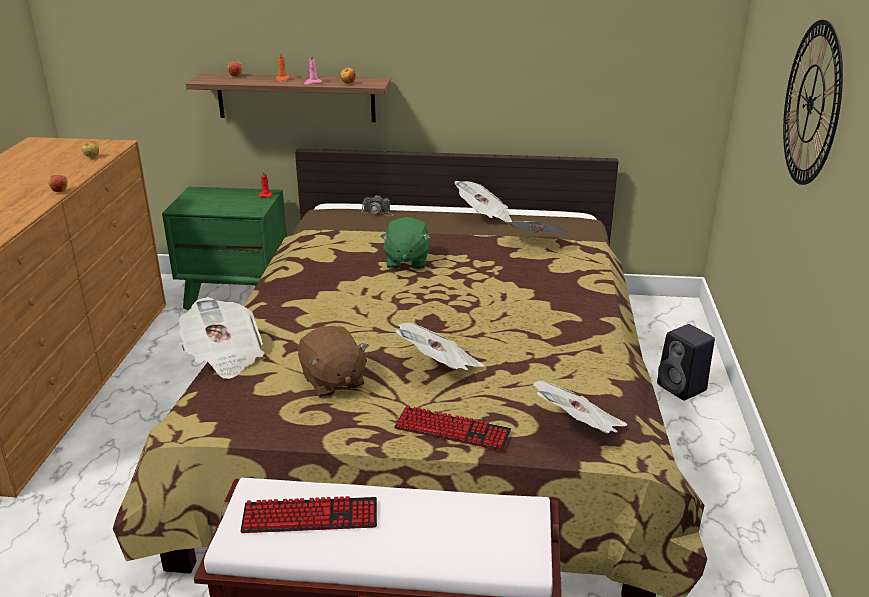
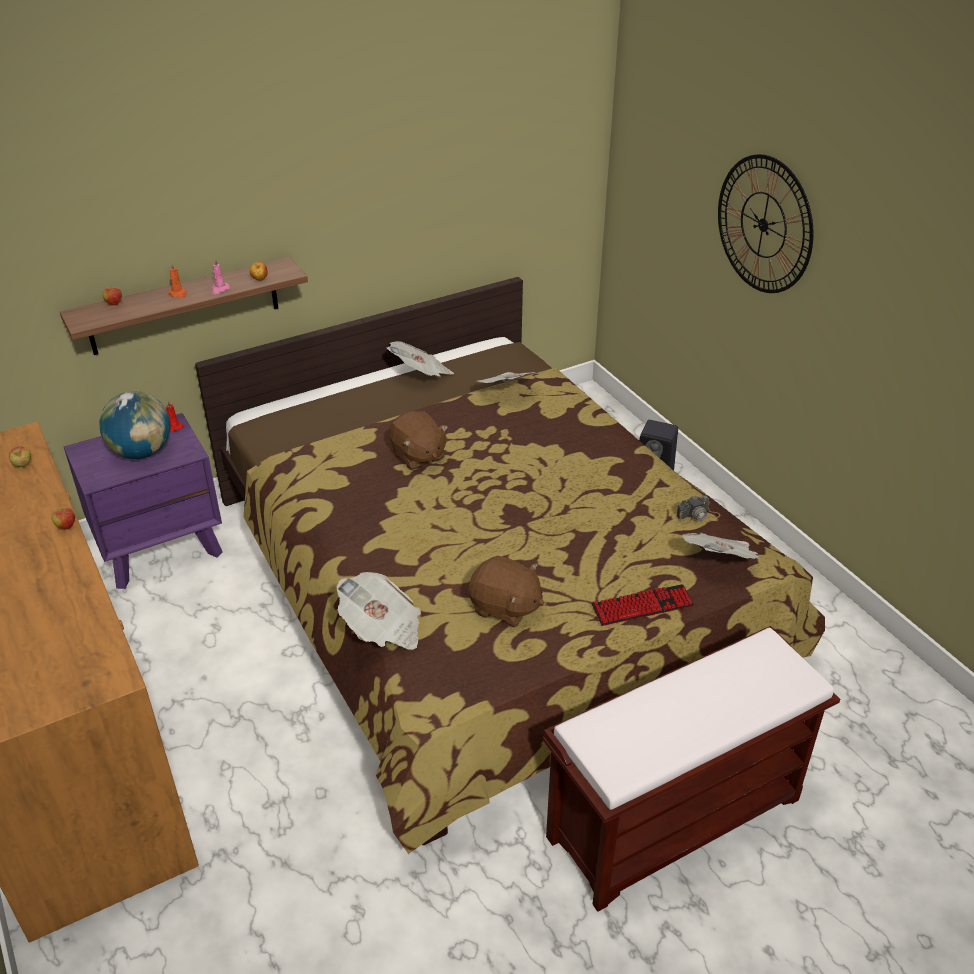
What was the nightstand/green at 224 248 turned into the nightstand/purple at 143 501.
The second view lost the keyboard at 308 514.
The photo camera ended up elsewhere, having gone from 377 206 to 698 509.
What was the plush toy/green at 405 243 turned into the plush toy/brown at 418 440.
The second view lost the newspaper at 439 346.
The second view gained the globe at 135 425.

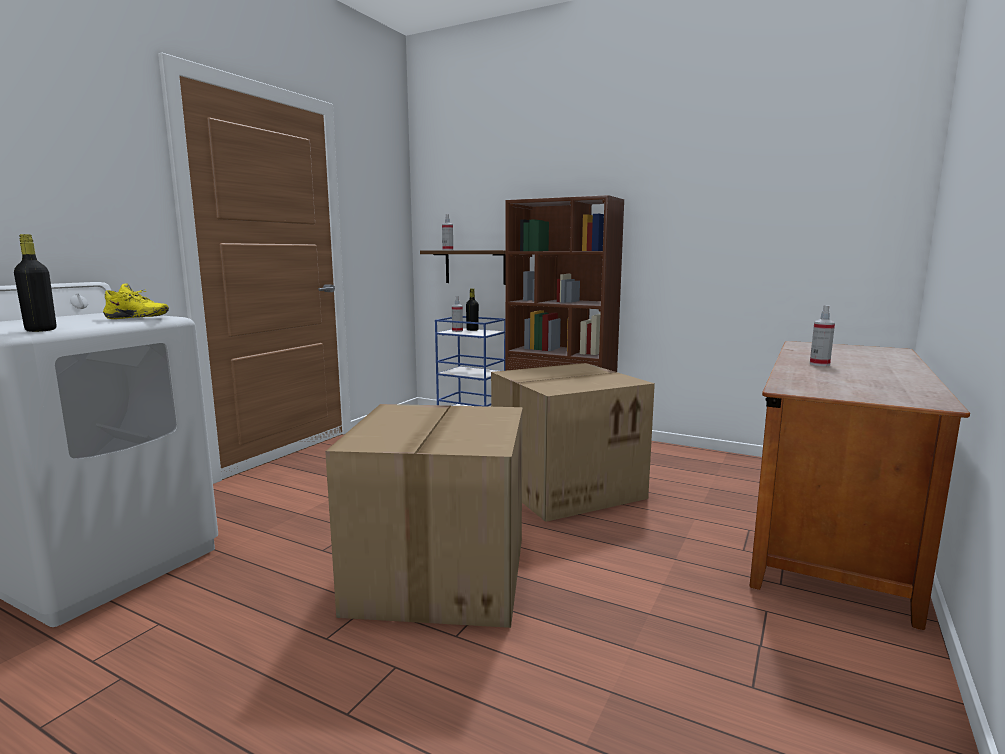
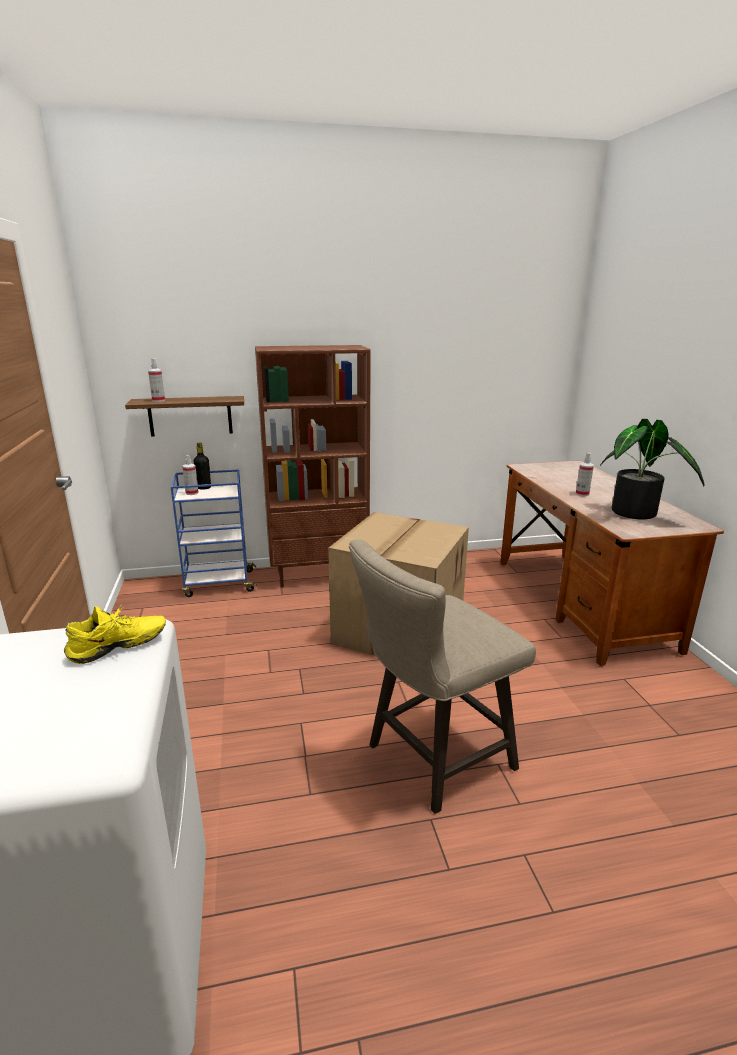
The second view lost the bottle/black at 35 283.
Where the cardboard box stood at 424 516, the stool/beige came to stand at 442 676.
The second view gained the potted plant at 652 469.

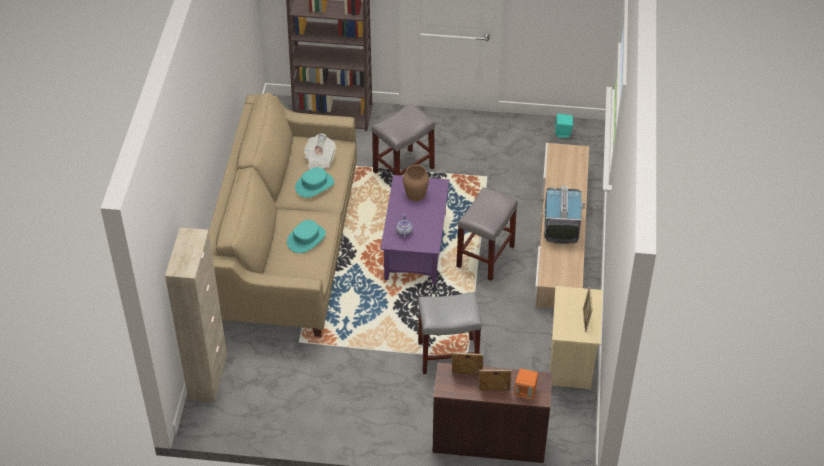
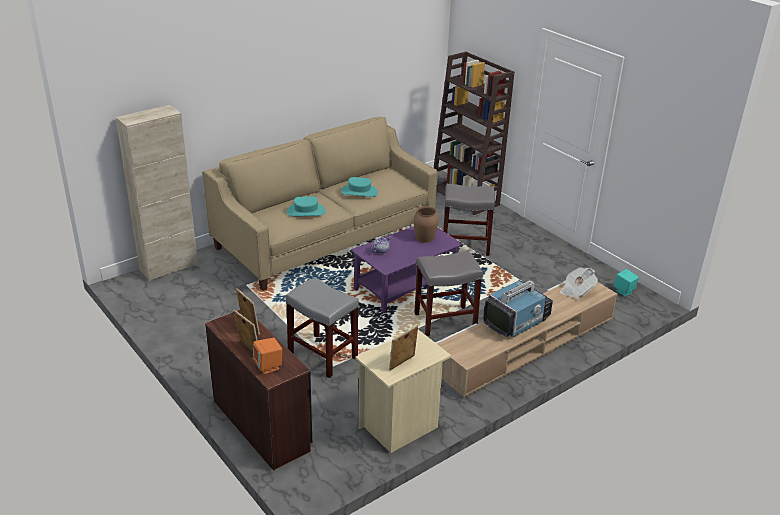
The newspaper ended up elsewhere, having gone from 320 151 to 579 283.

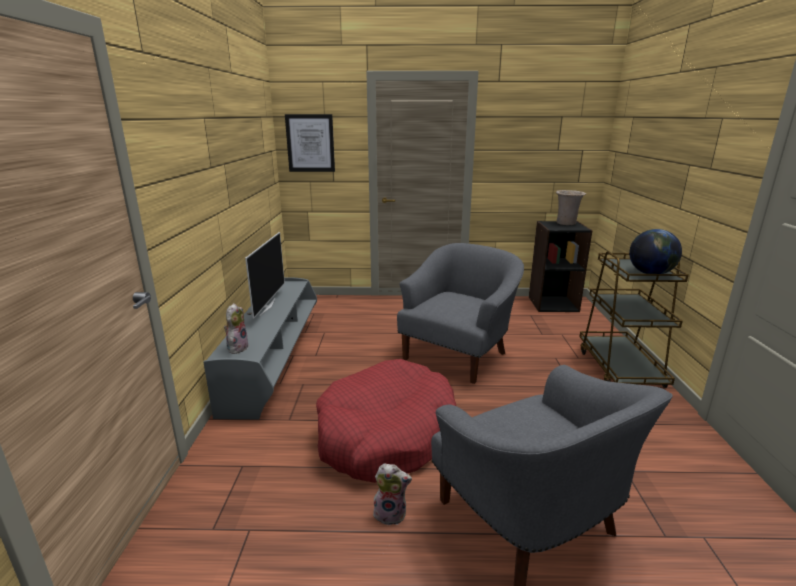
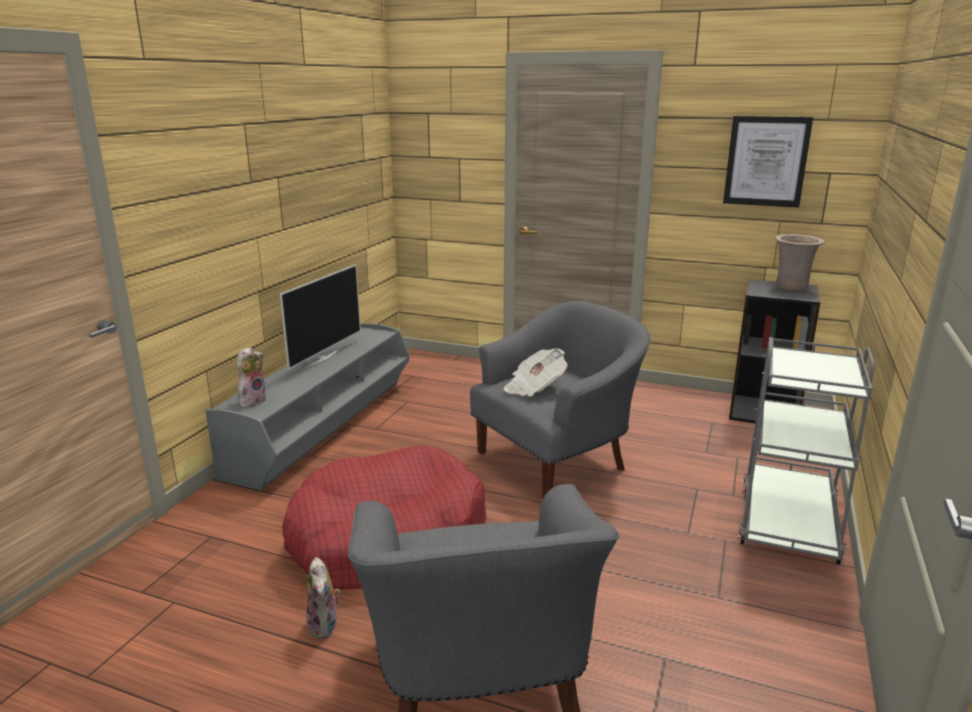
The picture ended up elsewhere, having gone from 310 143 to 768 162.
The plush toy at 392 494 ended up facing another way, 45 degrees clockwise from before.
What was the cart/brown at 634 319 turned into the cart/grey at 806 450.
The second view lost the globe at 655 251.
The second view gained the newspaper at 535 373.

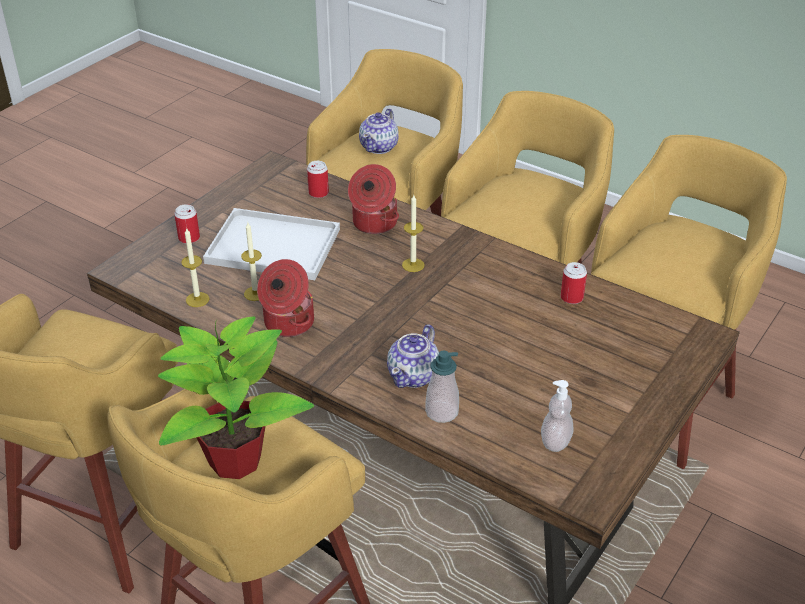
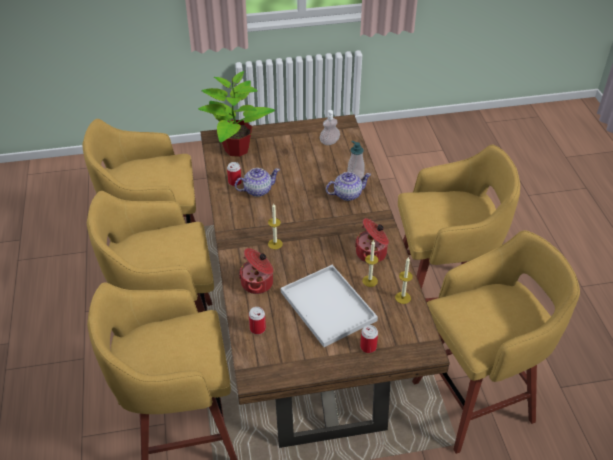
The potted plant ended up elsewhere, having gone from 236 397 to 236 114.
The teapot ended up elsewhere, having gone from 379 131 to 257 182.

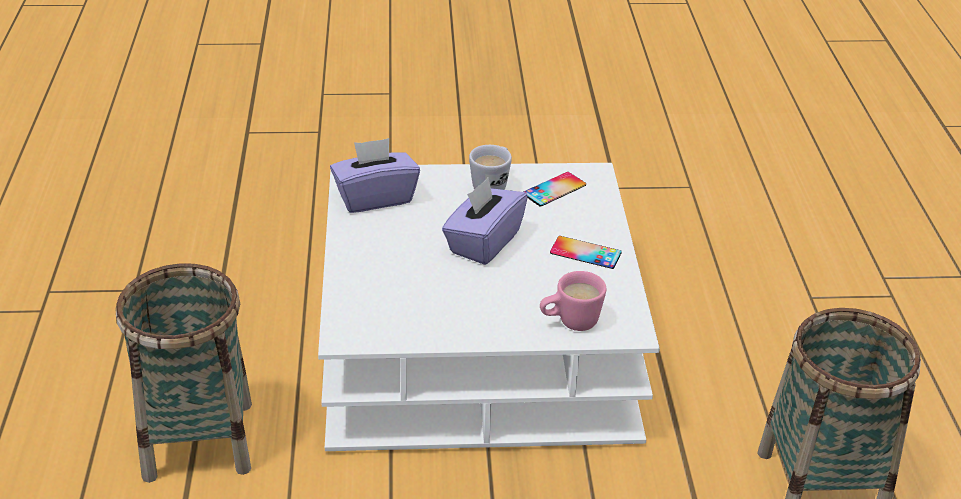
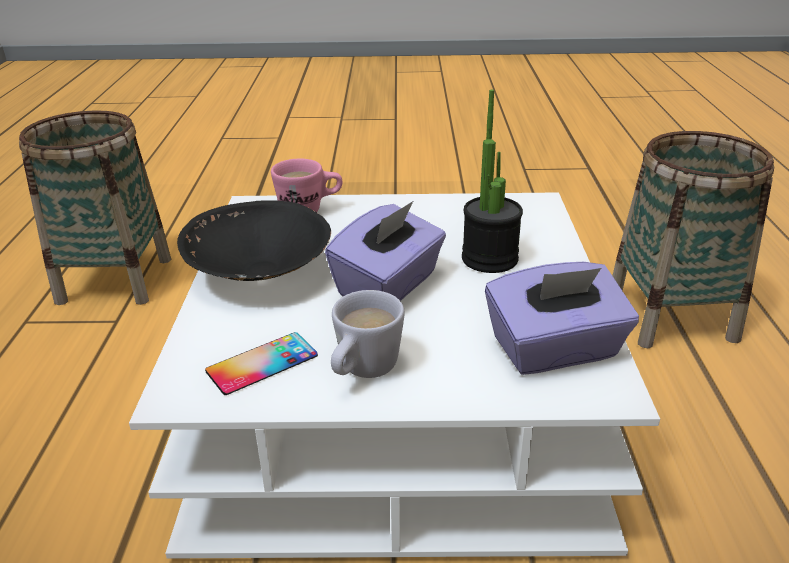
Where the phone stood at 586 252, the bowl/black came to stand at 254 240.
The second view gained the potted plant at 492 181.

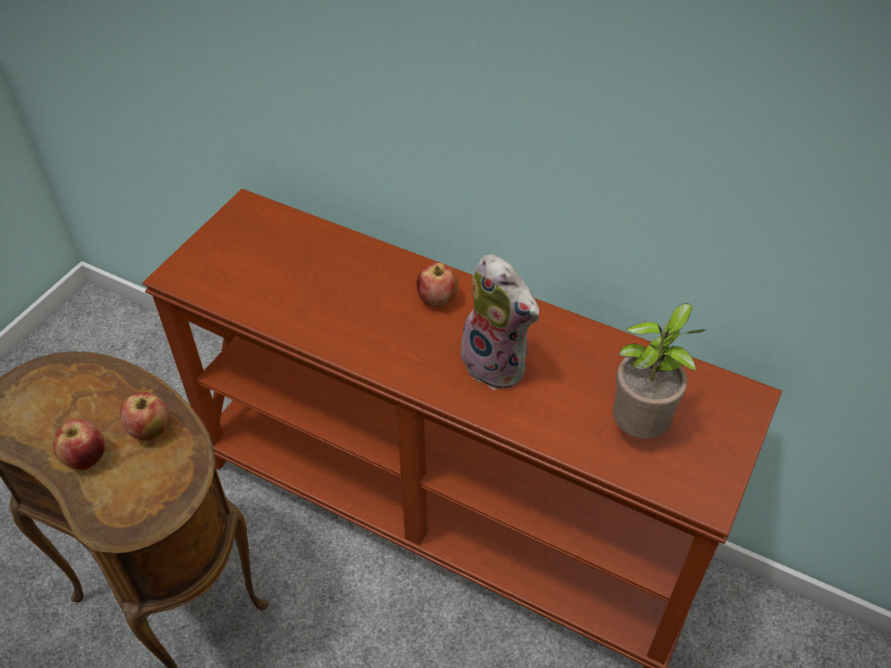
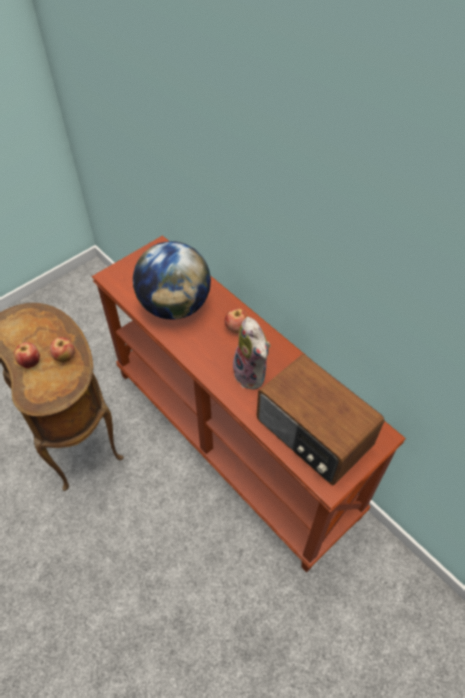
Where the potted plant stood at 659 371, the radio came to stand at 320 419.
The second view gained the globe at 172 280.

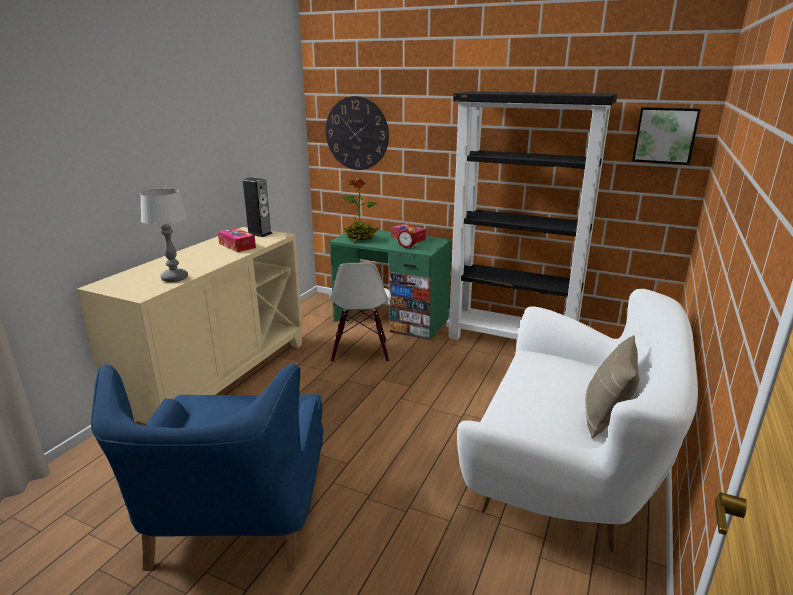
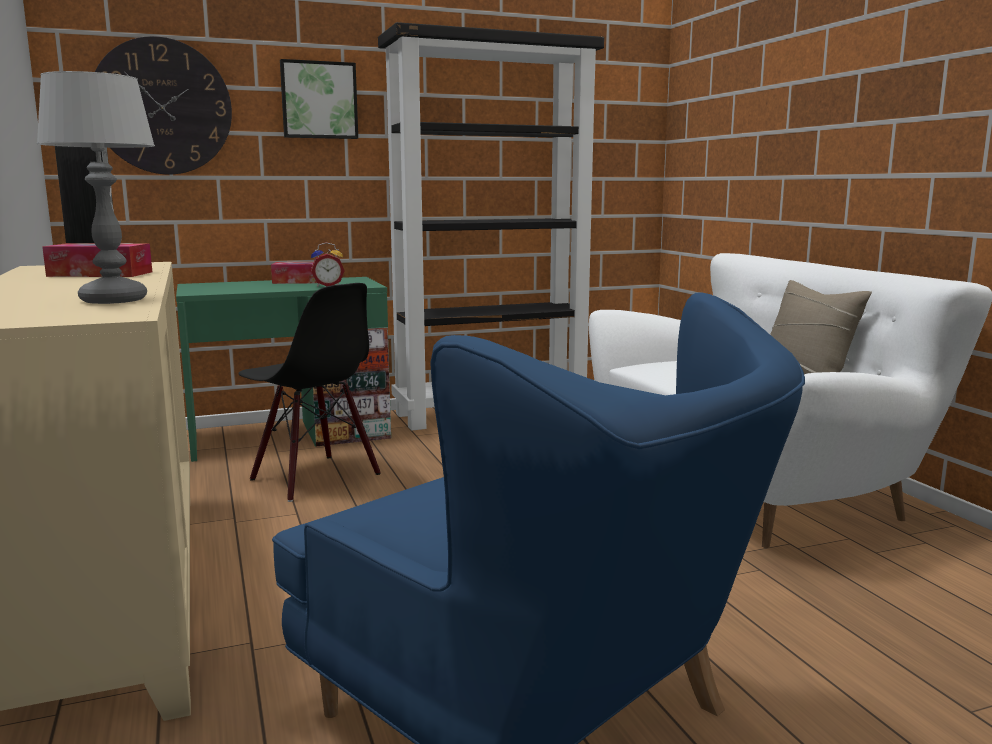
What was the chair/white at 359 313 turned into the chair/black at 309 392.
The second view lost the potted plant at 361 209.
The picture ended up elsewhere, having gone from 666 136 to 319 99.

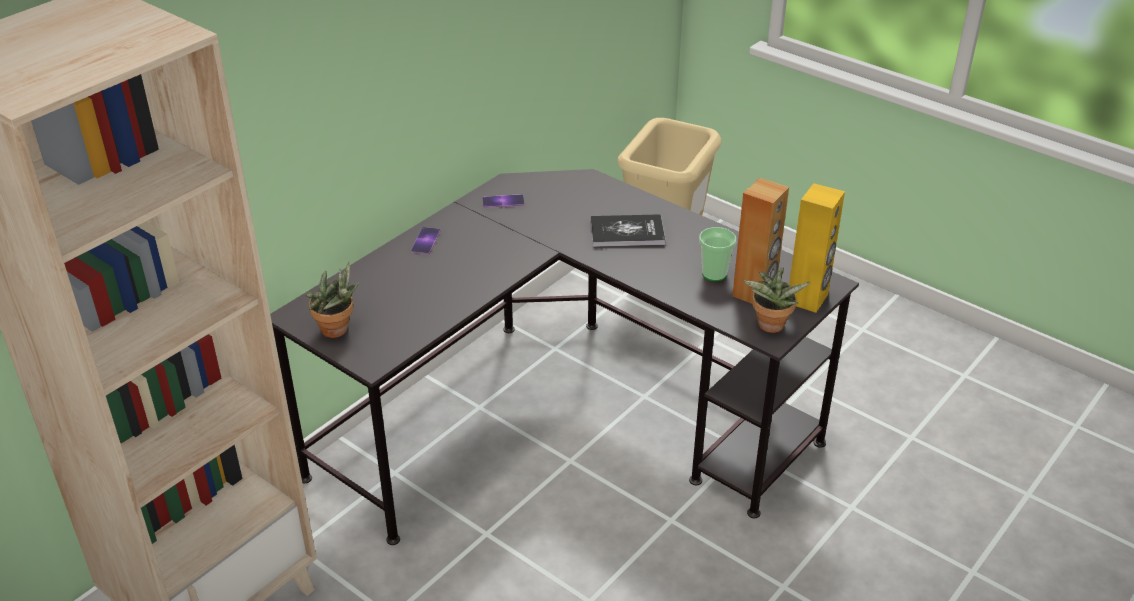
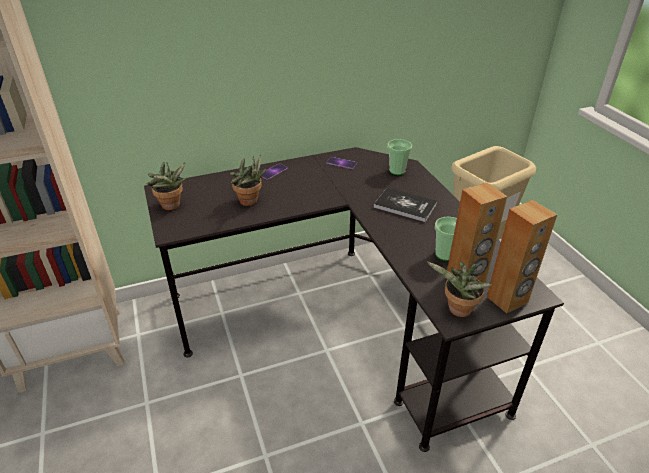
What was the speaker/yellow at 817 248 turned into the speaker/brown at 522 257.
The second view gained the potted plant at 248 180.
The second view gained the cup at 399 157.

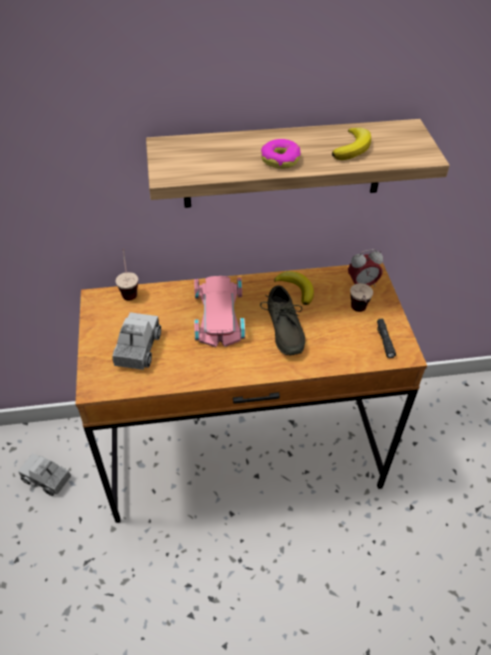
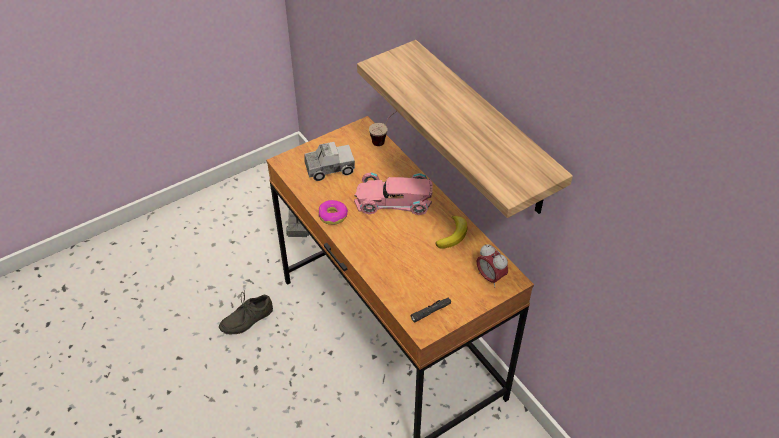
The toy car/pink at 219 311 ended up facing another way, 150 degrees counterclockwise from before.
The shoe/grey ended up elsewhere, having gone from 282 320 to 246 312.
The donut ended up elsewhere, having gone from 281 154 to 333 212.
The second view lost the banana at 351 144.
The second view lost the cup at 361 297.

